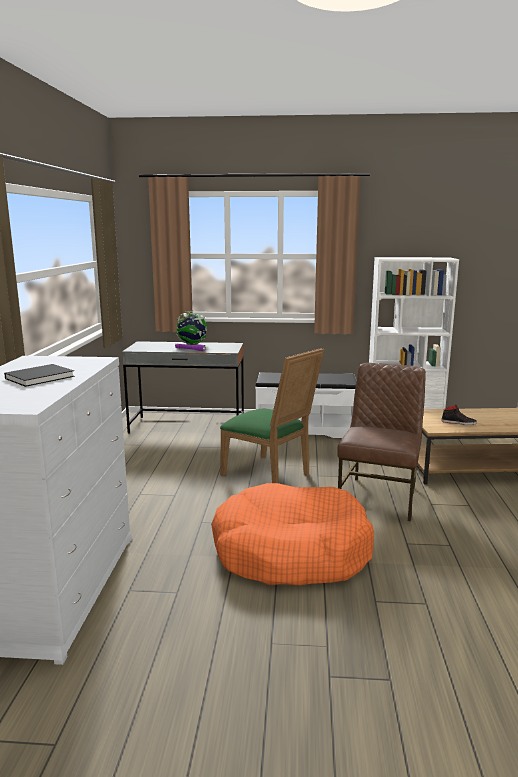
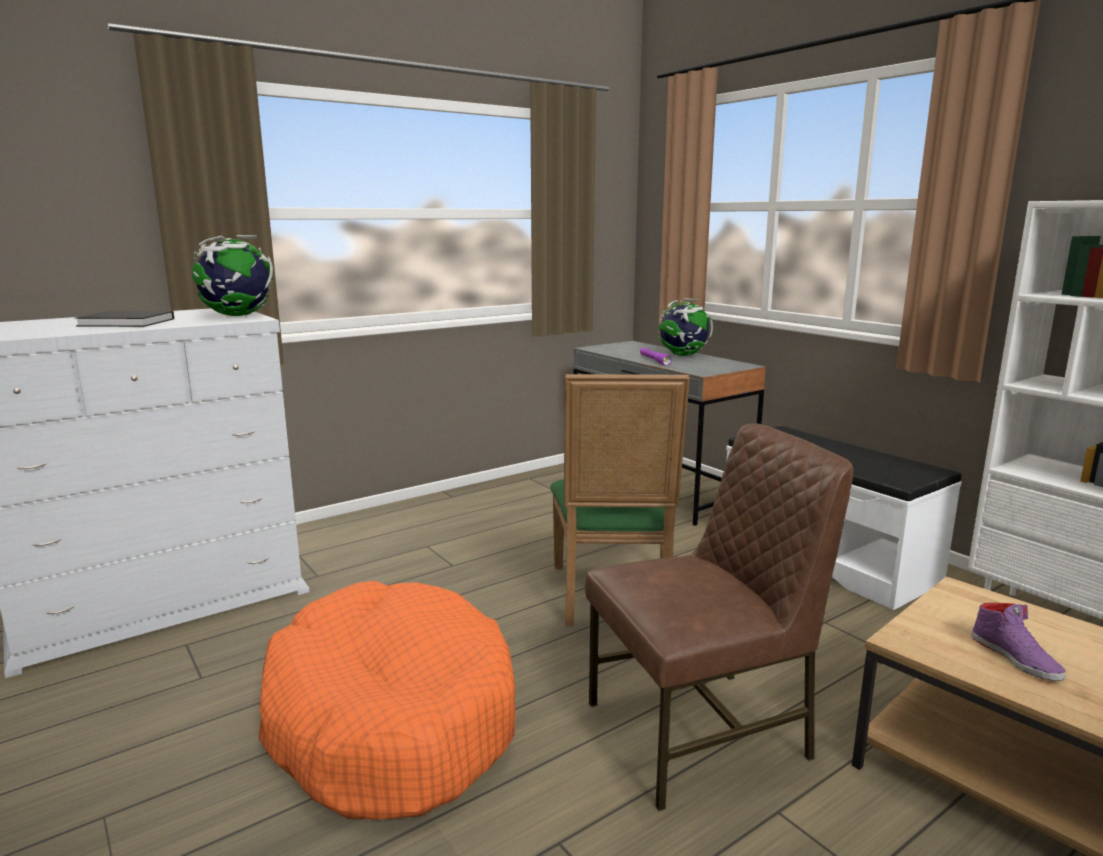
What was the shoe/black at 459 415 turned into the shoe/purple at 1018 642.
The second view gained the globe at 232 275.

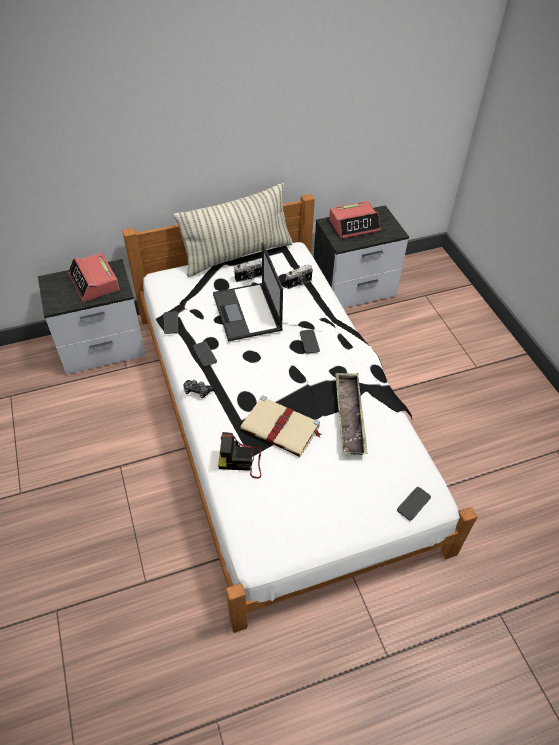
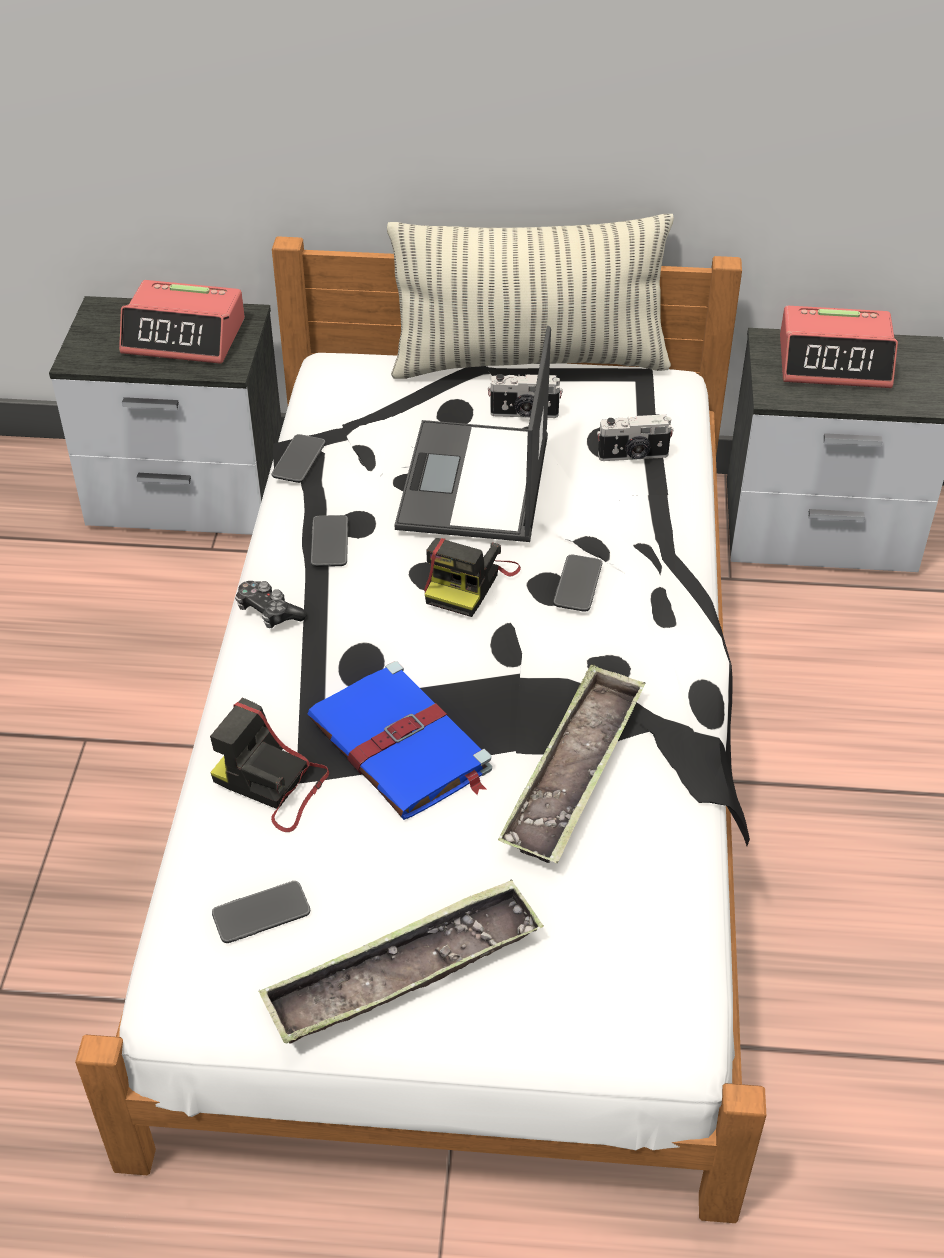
The alarm clock at 94 277 ended up facing another way, 75 degrees counterclockwise from before.
What was the book/beige at 281 426 turned into the book/blue at 399 740.
The phone ended up elsewhere, having gone from 414 503 to 261 912.
The second view gained the tray at 401 961.
The second view gained the photo camera at 472 577.

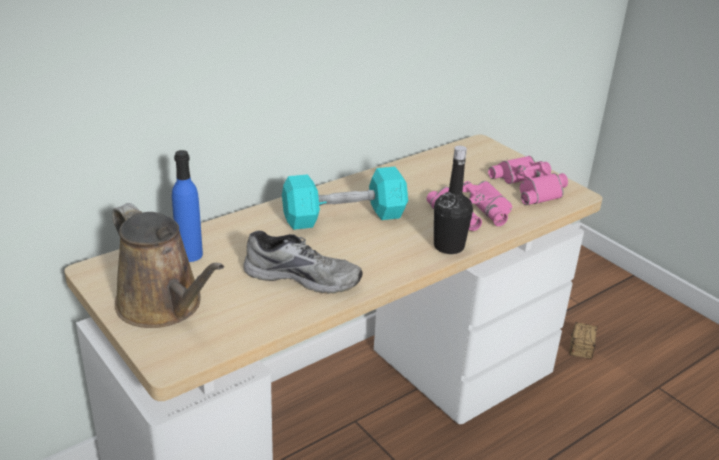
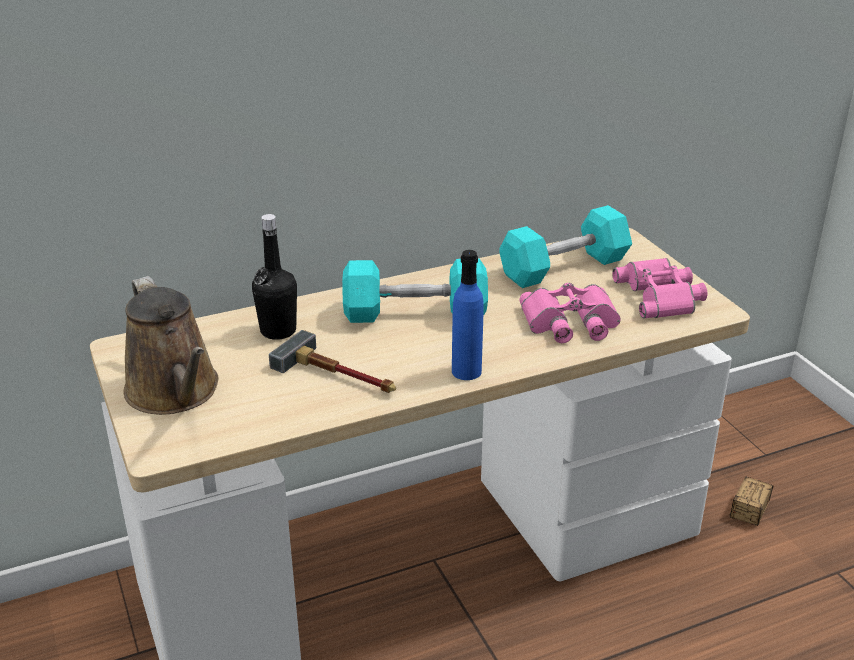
The bottle/blue ended up elsewhere, having gone from 187 206 to 468 315.
Where the shoe/grey stood at 303 262, the hammer came to stand at 332 361.
The bottle/black ended up elsewhere, having gone from 453 200 to 274 277.
The second view gained the dumbbell/turquoise at 566 246.

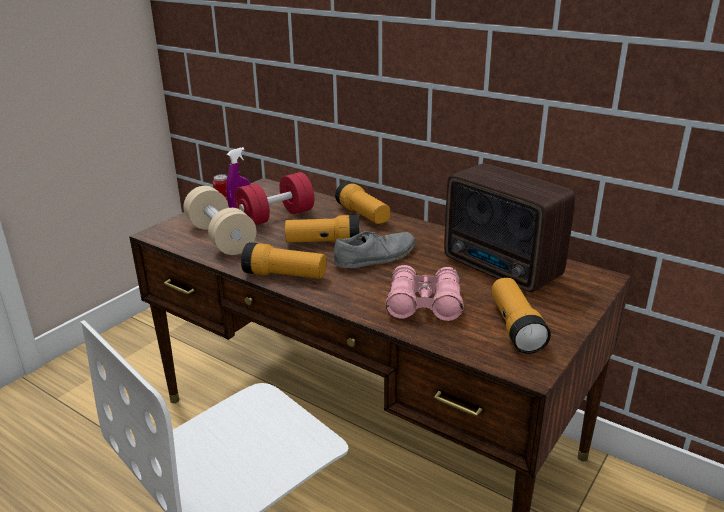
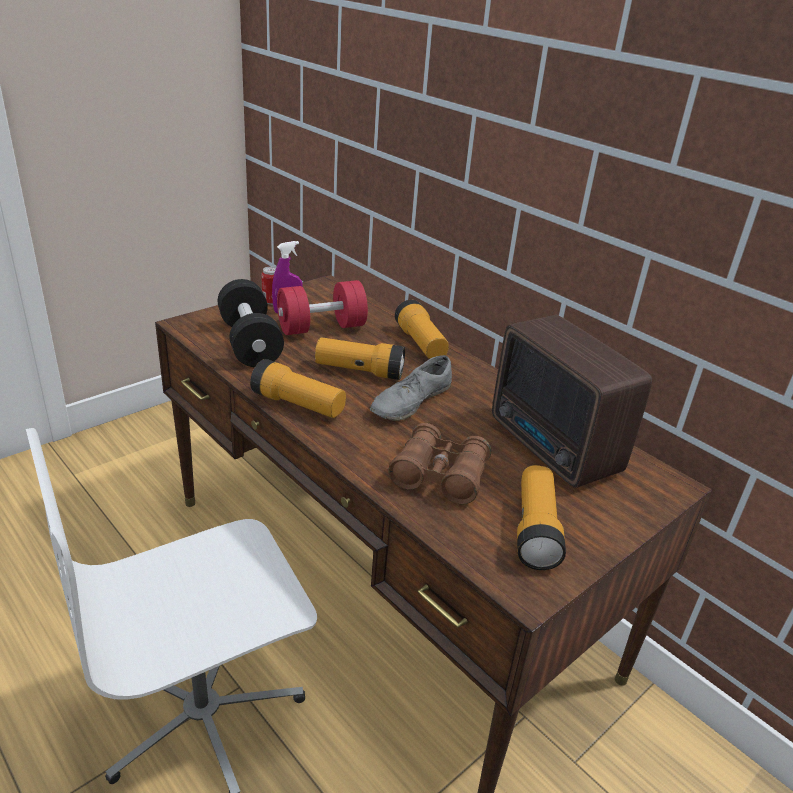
What was the dumbbell/beige at 219 220 turned into the dumbbell/black at 251 323.
The shoe/grey at 374 250 ended up facing another way, 150 degrees clockwise from before.
What was the binoculars/pink at 424 293 turned into the binoculars/brown at 439 463.

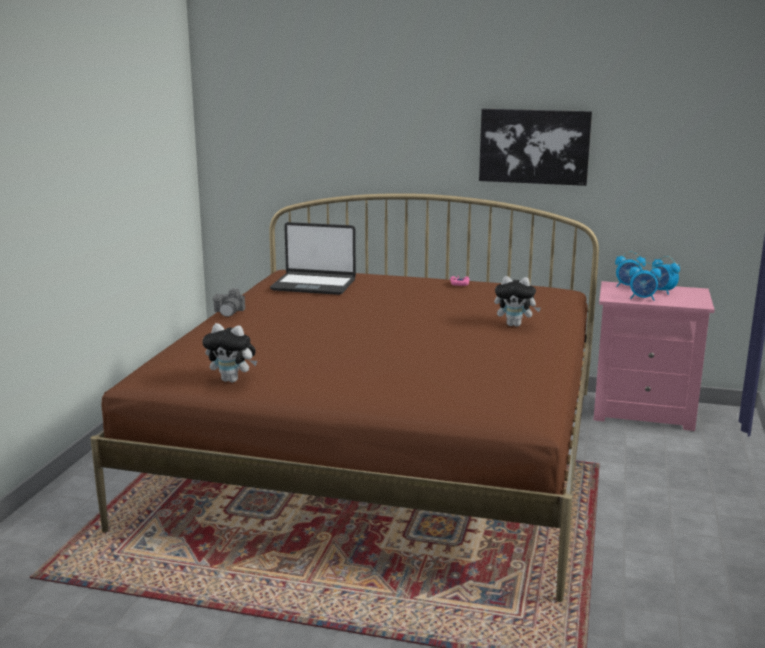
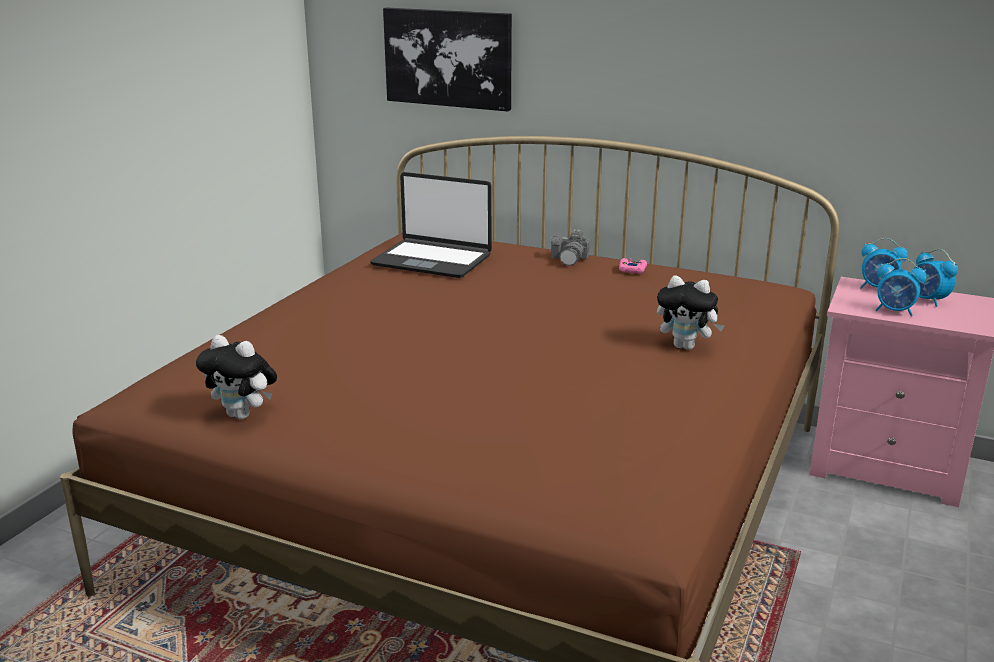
The photo camera ended up elsewhere, having gone from 229 302 to 570 247.
The picture ended up elsewhere, having gone from 535 147 to 447 60.

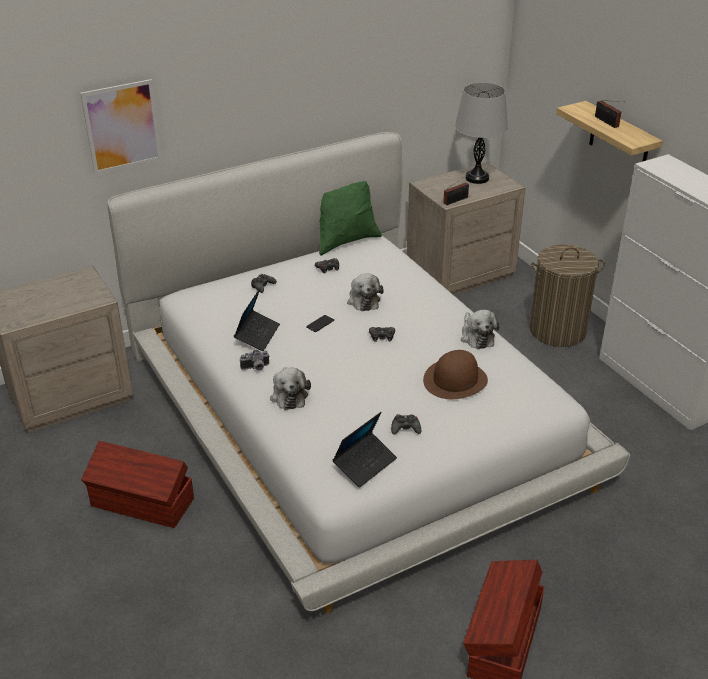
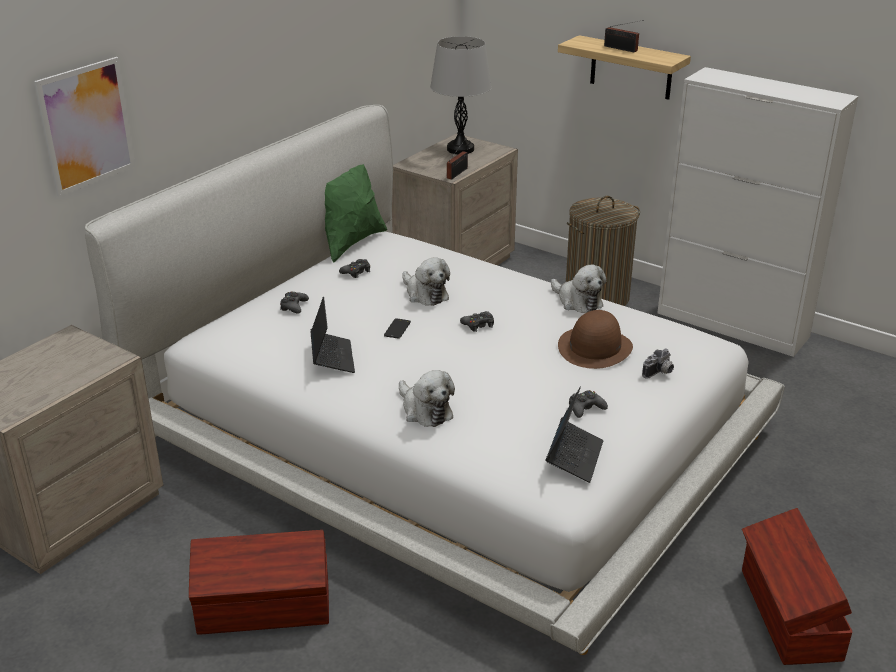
The photo camera ended up elsewhere, having gone from 255 360 to 658 364.

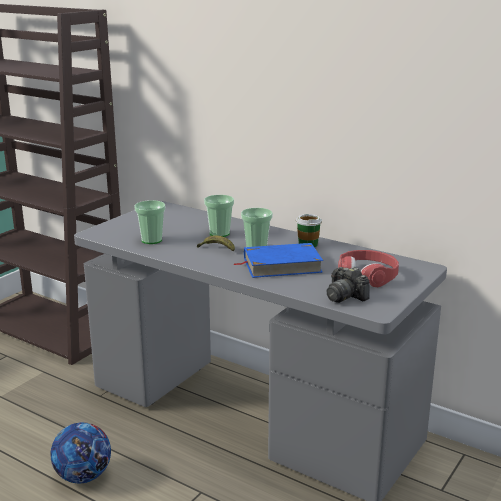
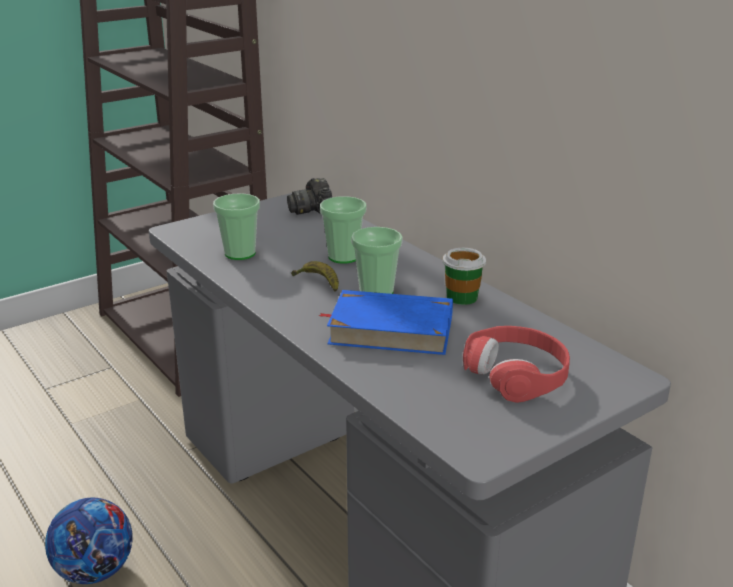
The photo camera ended up elsewhere, having gone from 348 285 to 309 196.

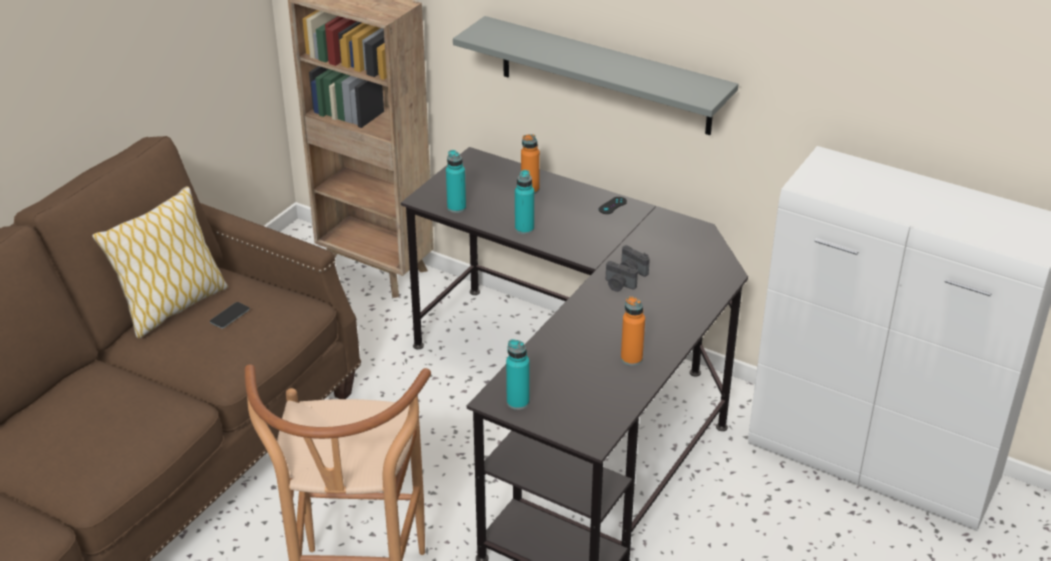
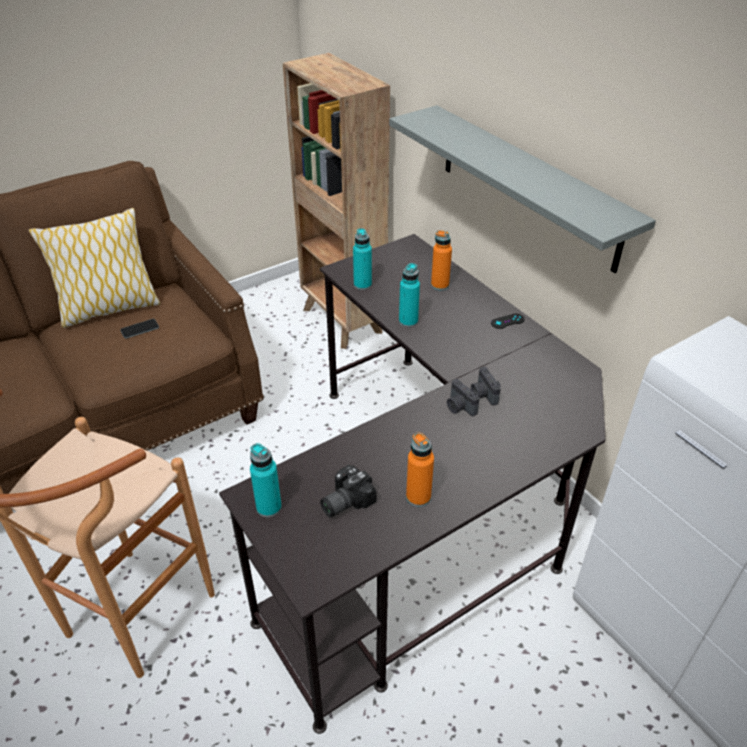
The second view gained the photo camera at 348 491.

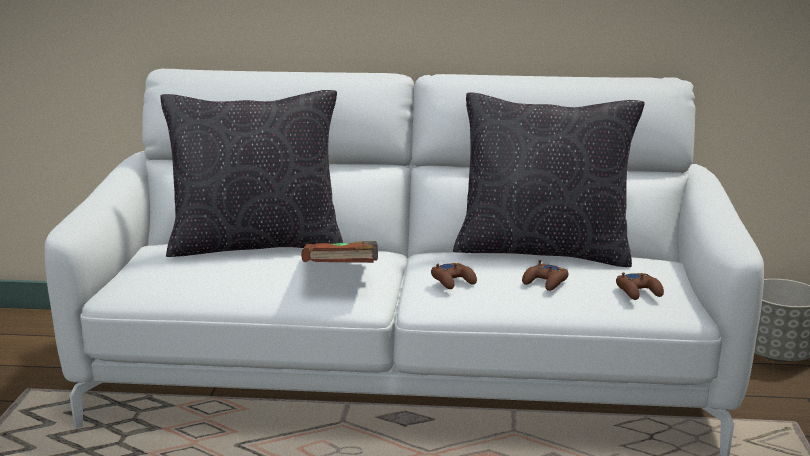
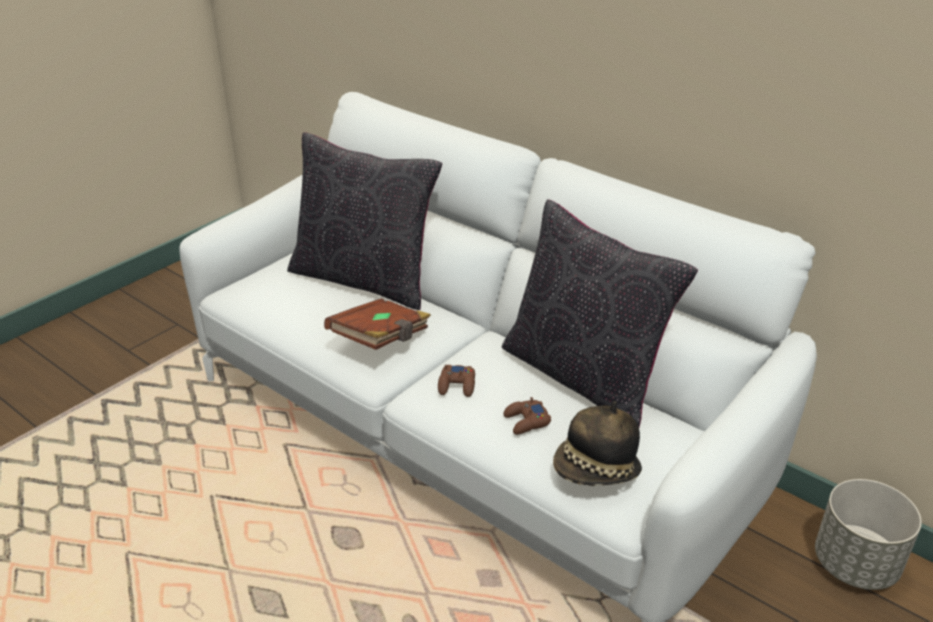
Where the game controller/brown stood at 640 286, the hat came to stand at 597 443.

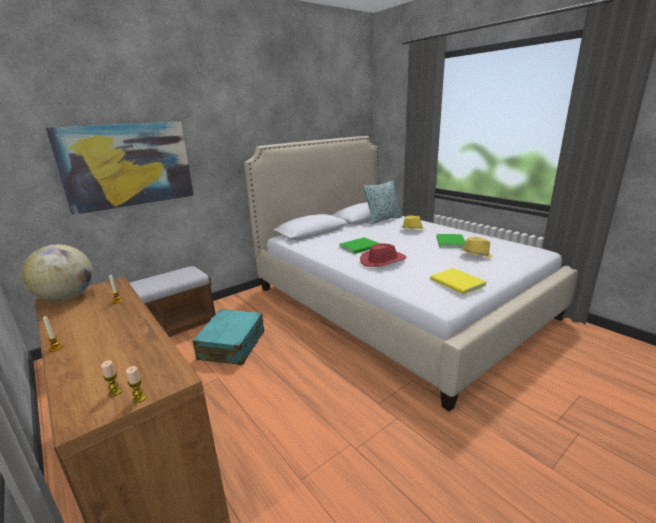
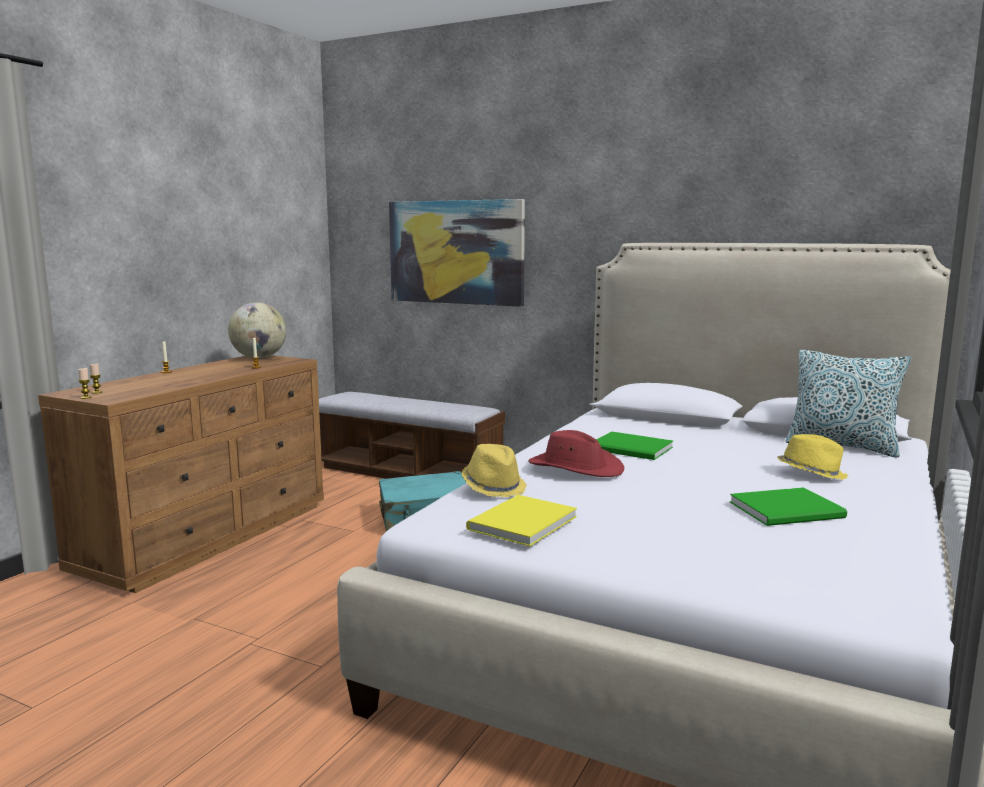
The hat/yellow ended up elsewhere, having gone from 476 247 to 494 470.

